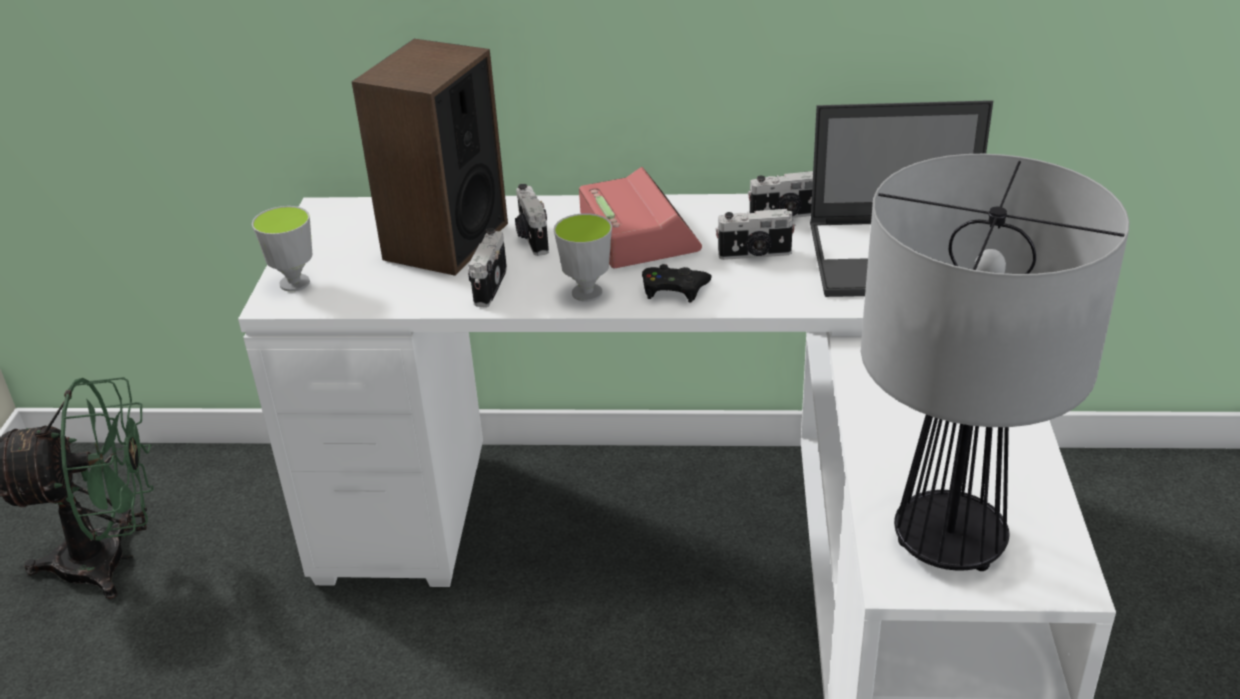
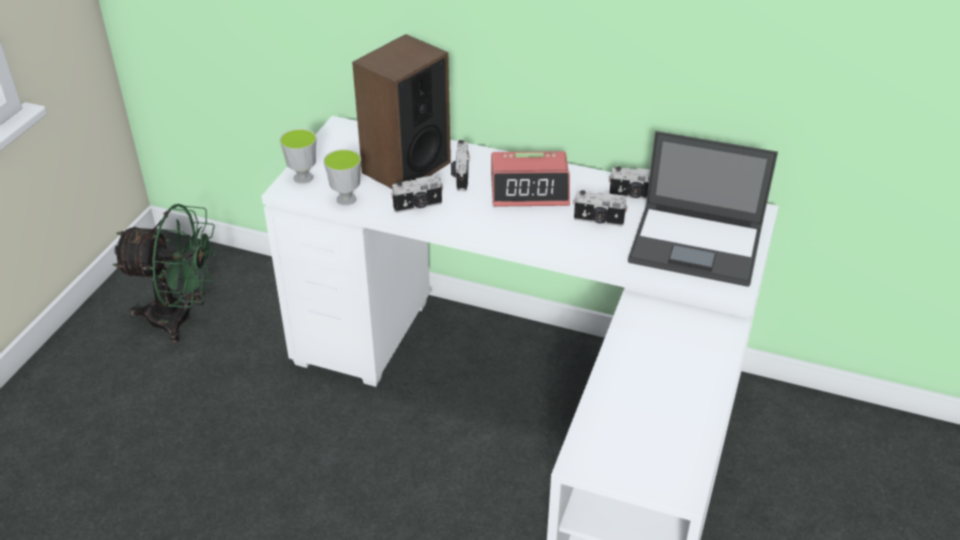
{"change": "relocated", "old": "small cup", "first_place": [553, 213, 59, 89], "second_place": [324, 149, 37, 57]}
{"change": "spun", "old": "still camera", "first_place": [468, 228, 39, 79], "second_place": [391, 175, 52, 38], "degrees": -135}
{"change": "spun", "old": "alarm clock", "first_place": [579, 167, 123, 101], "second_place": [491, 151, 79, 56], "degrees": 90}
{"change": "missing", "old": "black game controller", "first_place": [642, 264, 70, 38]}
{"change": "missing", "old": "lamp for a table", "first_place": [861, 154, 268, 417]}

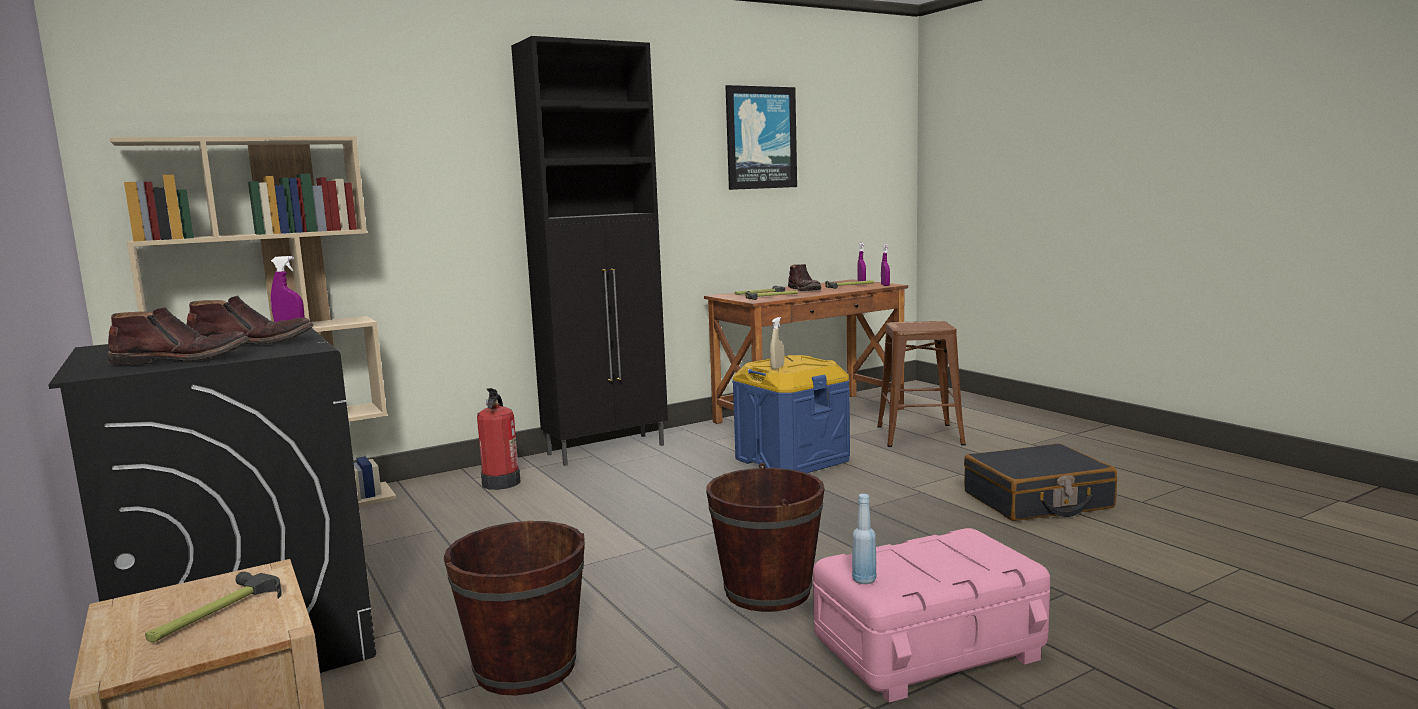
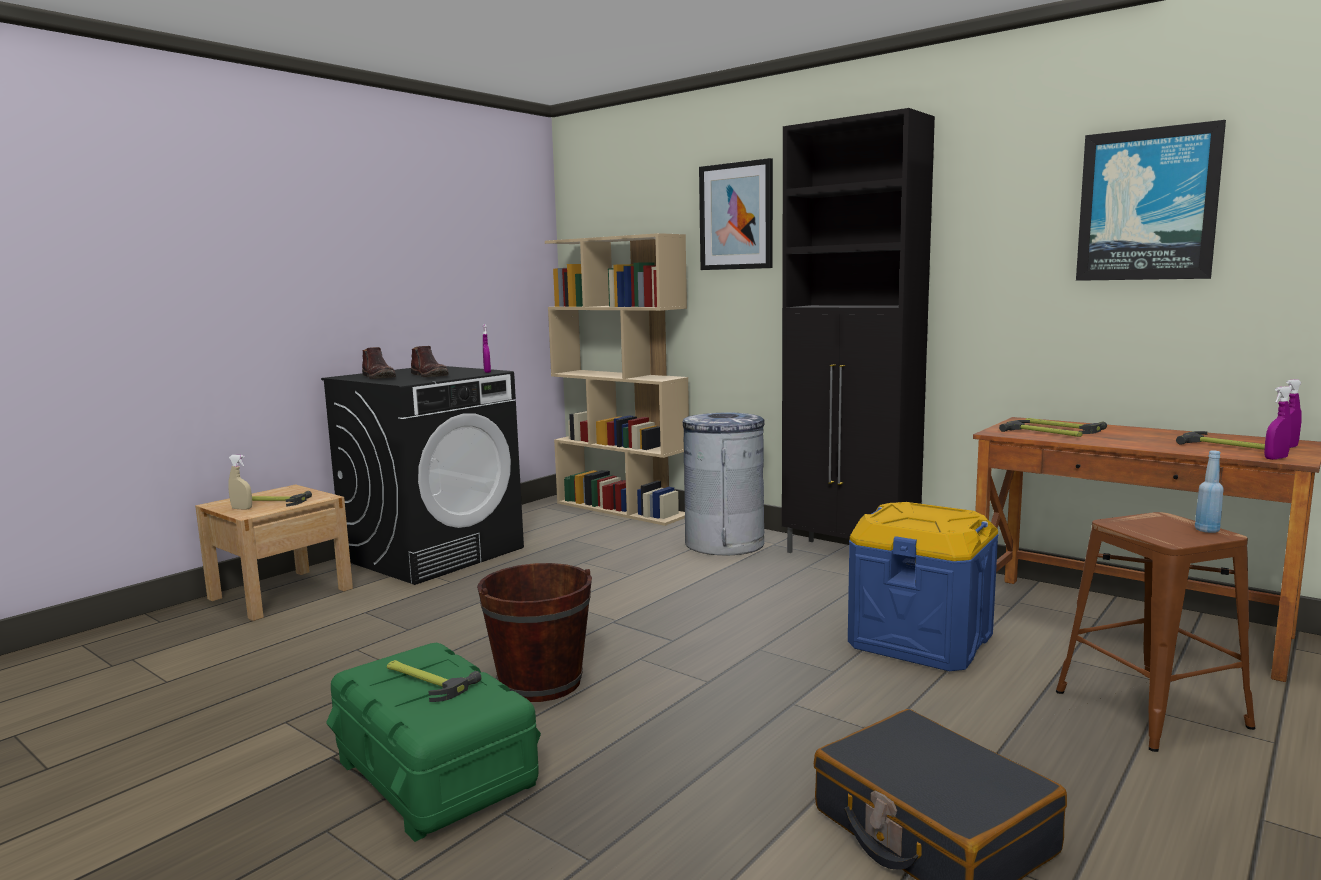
{"change": "relocated", "old": "beige-coloured spray bottle", "first_place": [770, 317, 14, 52], "second_place": [228, 455, 24, 55]}
{"change": "colour", "old": "pinkish storage box", "new": "greenish storage box", "first_place": [813, 528, 237, 175], "second_place": [326, 643, 215, 199]}
{"change": "appeared", "new": "hammer", "second_place": [387, 660, 94, 42]}
{"change": "exchanged", "old": "fire-fighting cylinder", "new": "grey waste bin", "first_place": [477, 388, 44, 102], "second_place": [683, 412, 82, 143]}
{"change": "appeared", "new": "picture", "second_place": [699, 158, 74, 112]}
{"change": "relocated", "old": "bluish drink bottle", "first_place": [852, 494, 24, 90], "second_place": [1195, 450, 29, 83]}
{"change": "missing", "old": "brownish water bucket", "first_place": [444, 521, 141, 175]}
{"change": "missing", "old": "brownish boot", "first_place": [788, 264, 33, 27]}

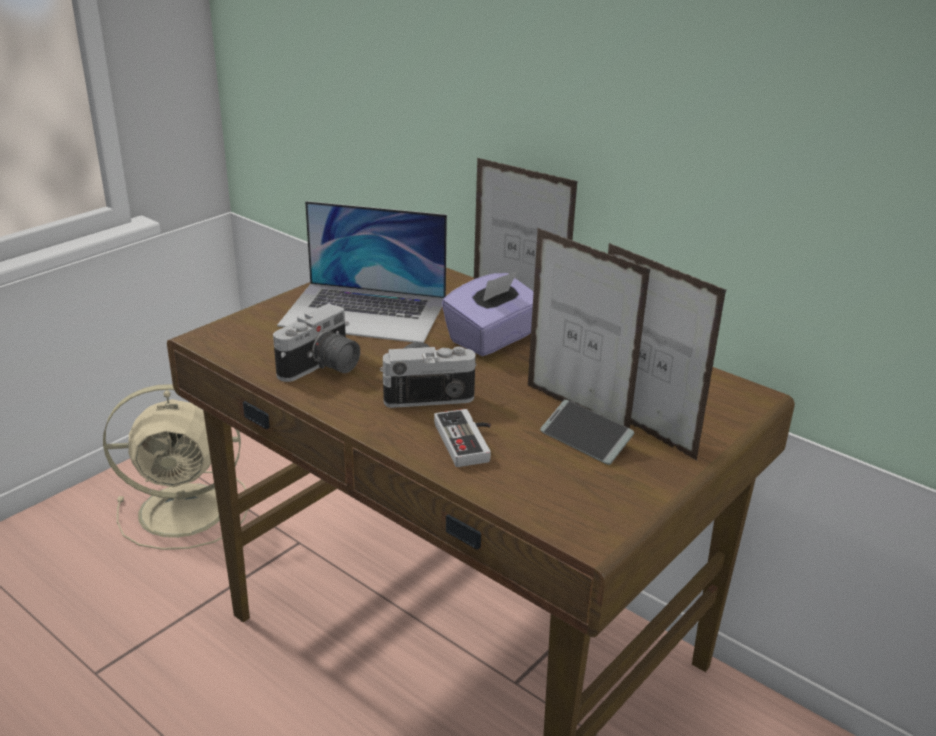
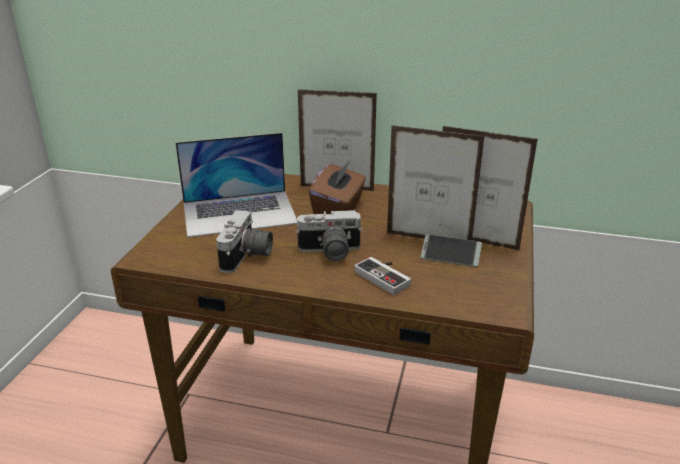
{"change": "spun", "old": "still camera", "first_place": [380, 342, 96, 66], "second_place": [296, 210, 67, 51], "degrees": -150}
{"change": "colour", "old": "purple box of tissues", "new": "brownish box of tissues", "first_place": [442, 271, 92, 85], "second_place": [309, 161, 57, 53]}
{"change": "missing", "old": "beige-coloured electric fan", "first_place": [103, 384, 145, 166]}

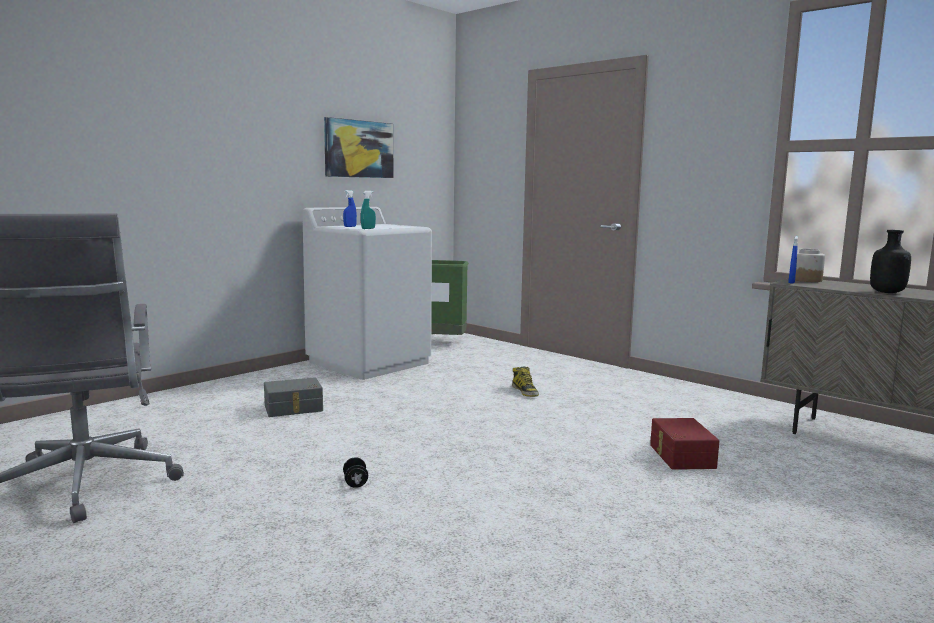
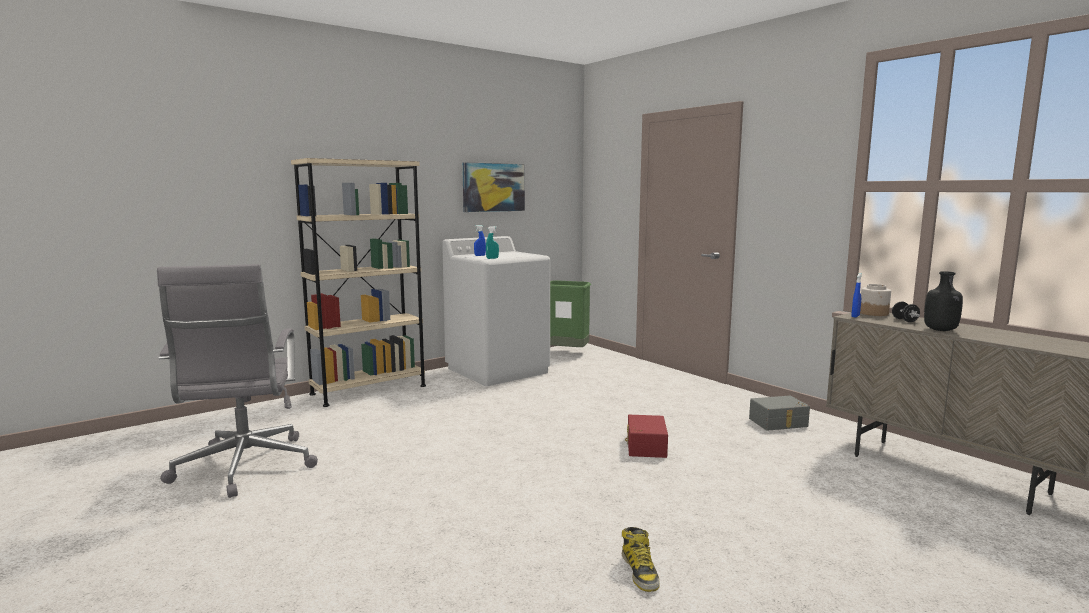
{"change": "appeared", "new": "beige-coloured bookcase", "second_place": [291, 158, 135, 249]}
{"change": "relocated", "old": "boot", "first_place": [512, 366, 27, 31], "second_place": [622, 527, 37, 65]}
{"change": "relocated", "old": "red storage box", "first_place": [650, 418, 69, 52], "second_place": [625, 415, 43, 43]}
{"change": "relocated", "old": "grey storage box", "first_place": [264, 377, 59, 40], "second_place": [749, 396, 61, 35]}
{"change": "relocated", "old": "black dumbbell", "first_place": [343, 457, 25, 31], "second_place": [892, 302, 28, 20]}

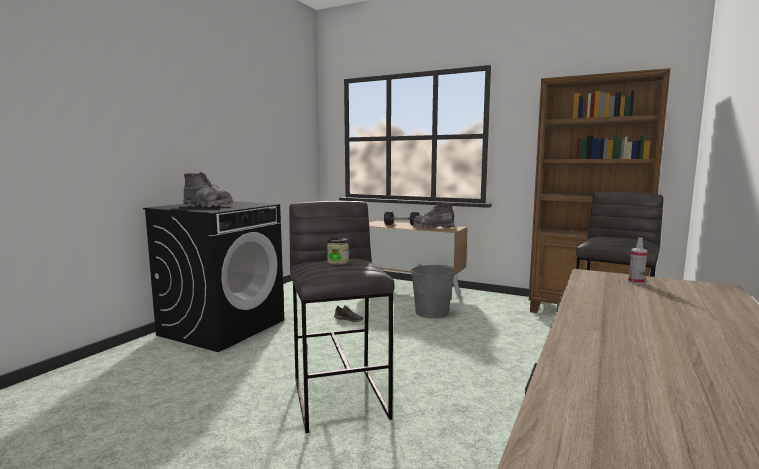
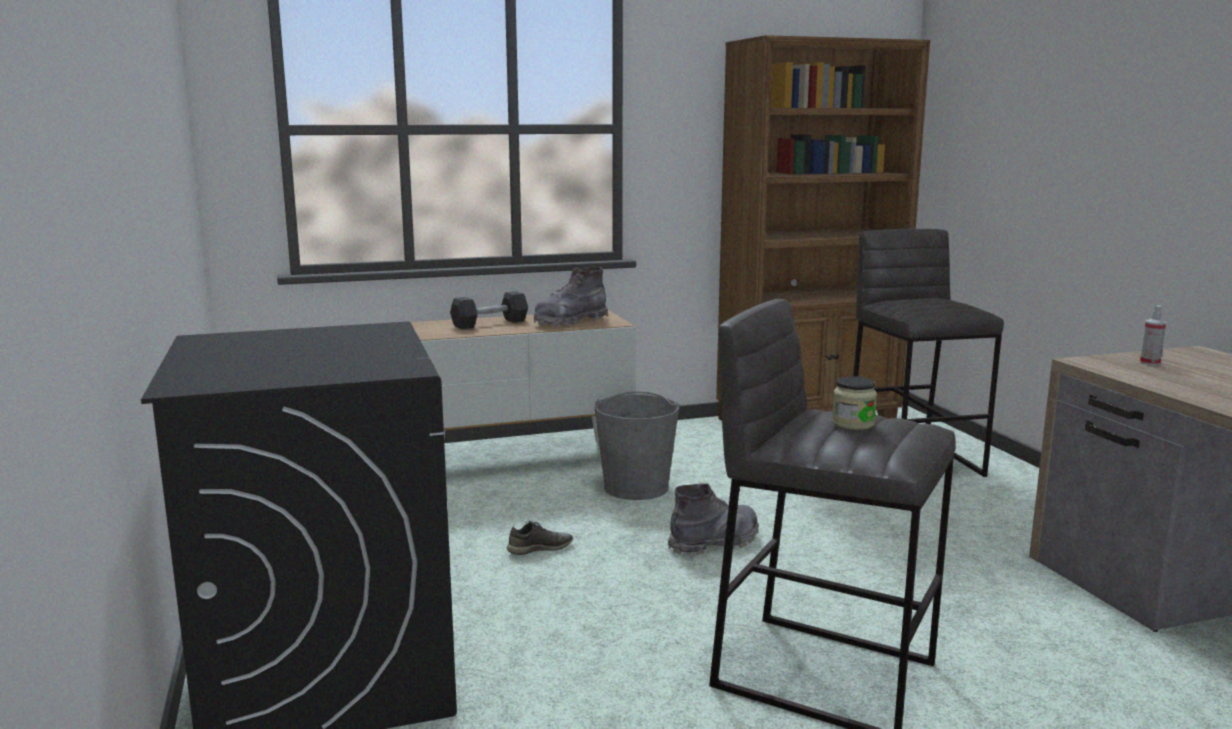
{"change": "relocated", "old": "grey boot", "first_place": [183, 172, 50, 35], "second_place": [668, 483, 91, 72]}

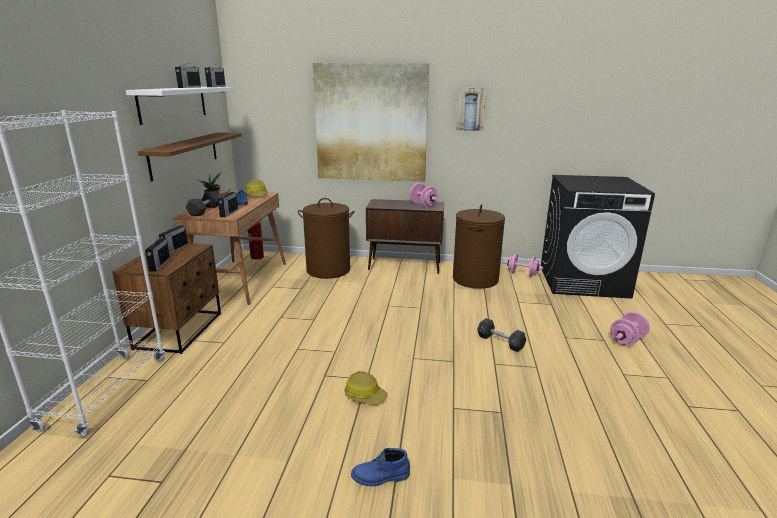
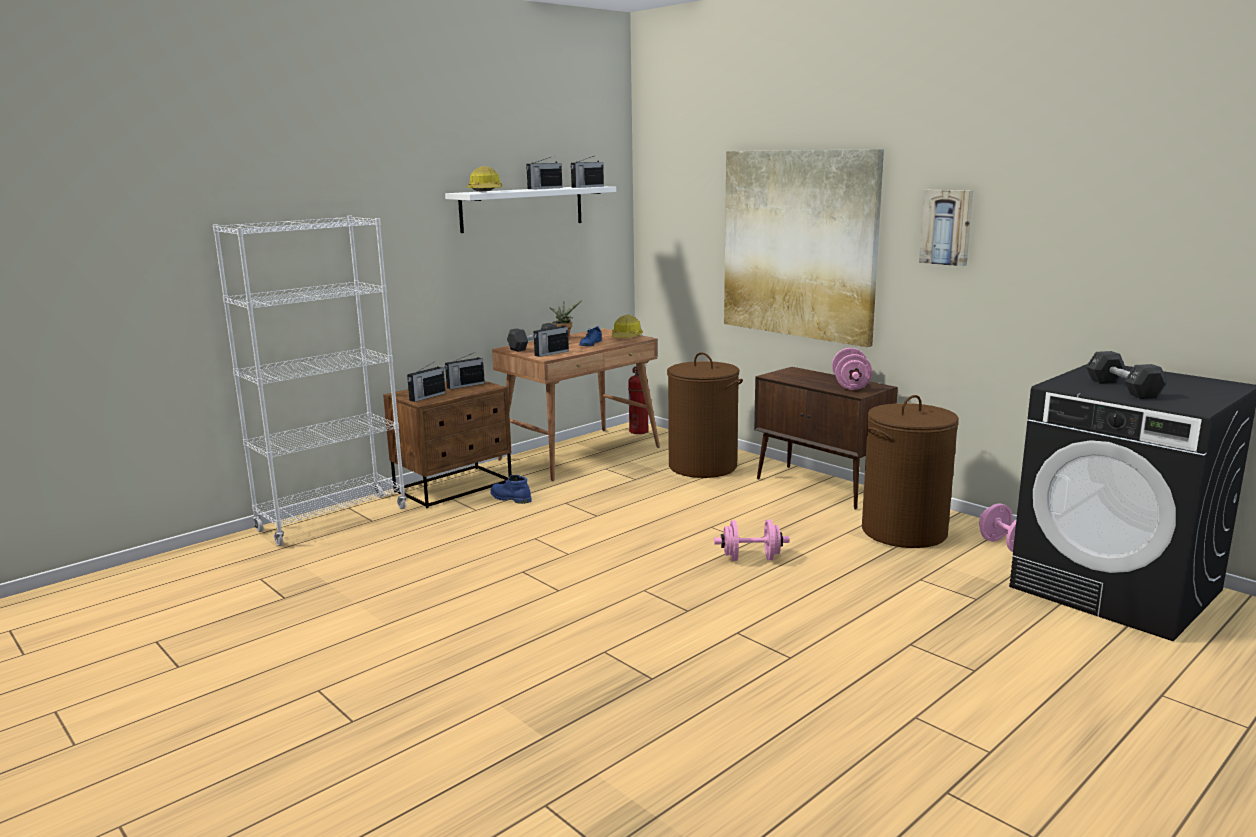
{"change": "relocated", "old": "work helmet", "first_place": [344, 371, 44, 34], "second_place": [467, 166, 35, 25]}
{"change": "relocated", "old": "bluish boot", "first_place": [351, 448, 59, 39], "second_place": [490, 475, 42, 29]}
{"change": "relocated", "old": "pinkish dumbbell", "first_place": [610, 312, 40, 34], "second_place": [714, 520, 76, 41]}
{"change": "relocated", "old": "black dumbbell", "first_place": [478, 318, 48, 34], "second_place": [1086, 351, 81, 48]}
{"change": "missing", "old": "brownish bracket shelf", "first_place": [138, 132, 104, 50]}

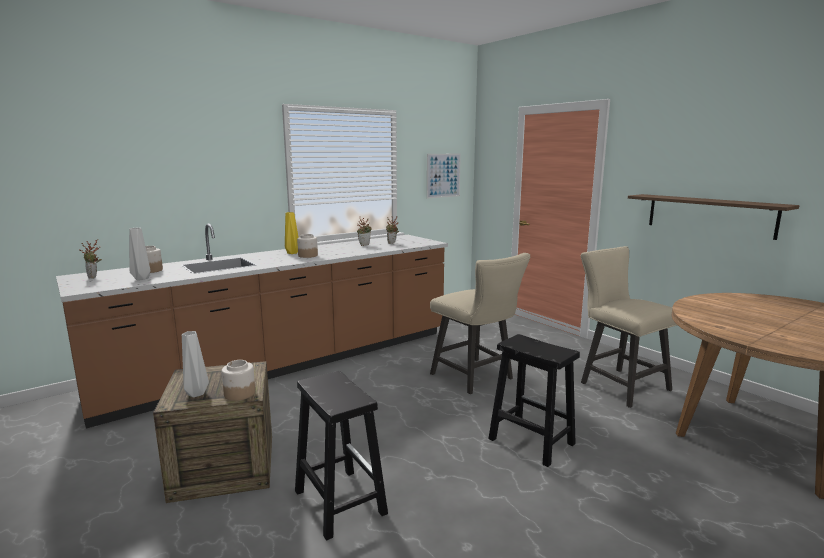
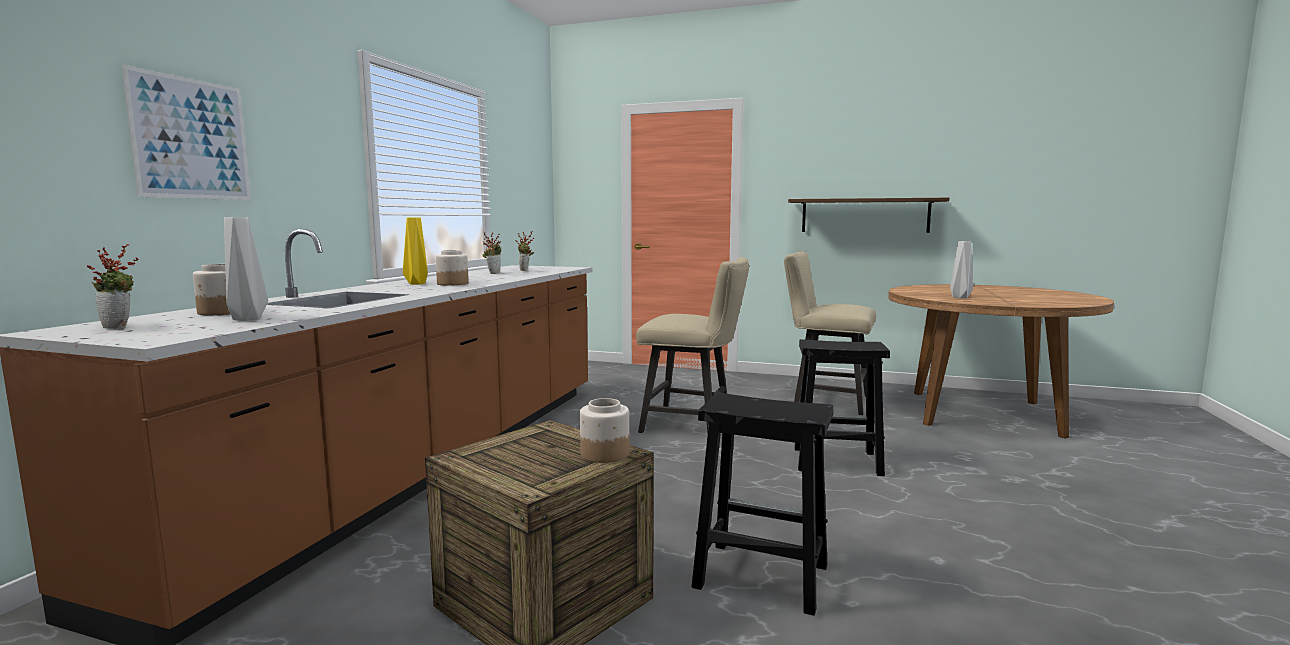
{"change": "relocated", "old": "picture", "first_place": [427, 154, 34, 45], "second_place": [121, 64, 130, 136]}
{"change": "relocated", "old": "grey vase", "first_place": [182, 331, 27, 66], "second_place": [950, 241, 23, 58]}

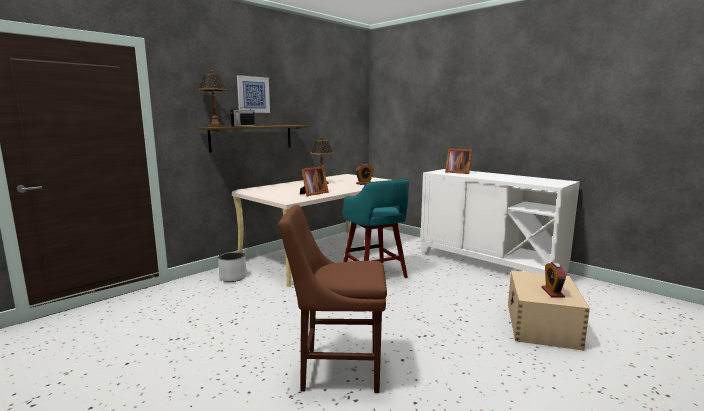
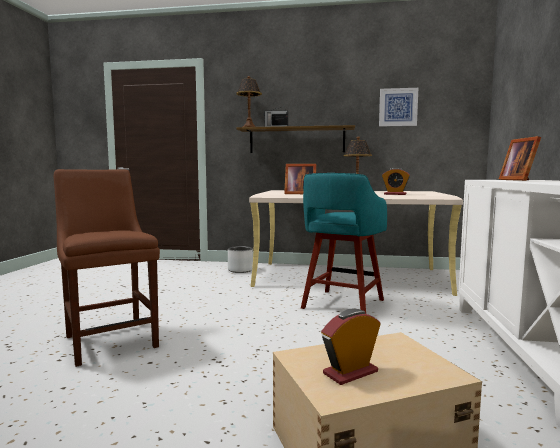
{"change": "relocated", "old": "picture", "first_place": [237, 75, 33, 38], "second_place": [379, 88, 39, 39]}

